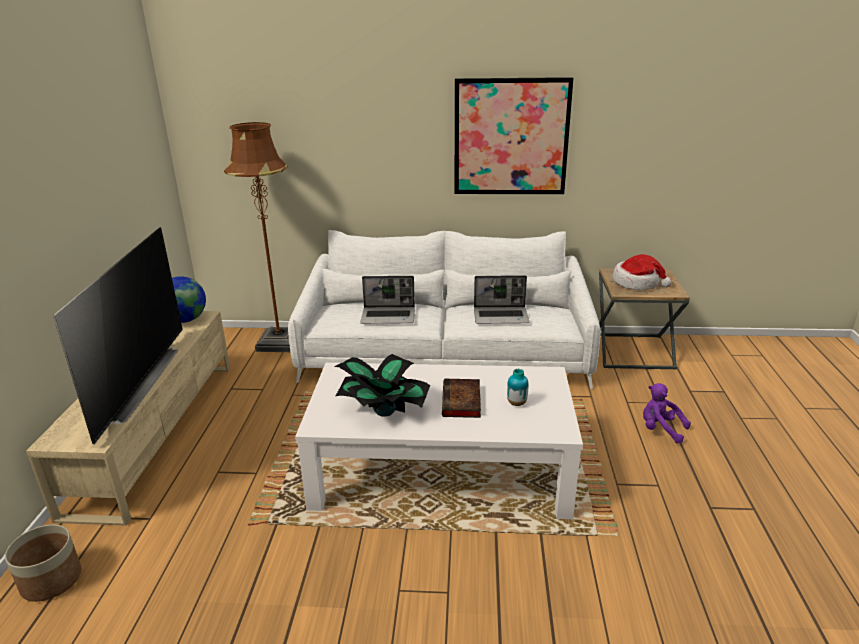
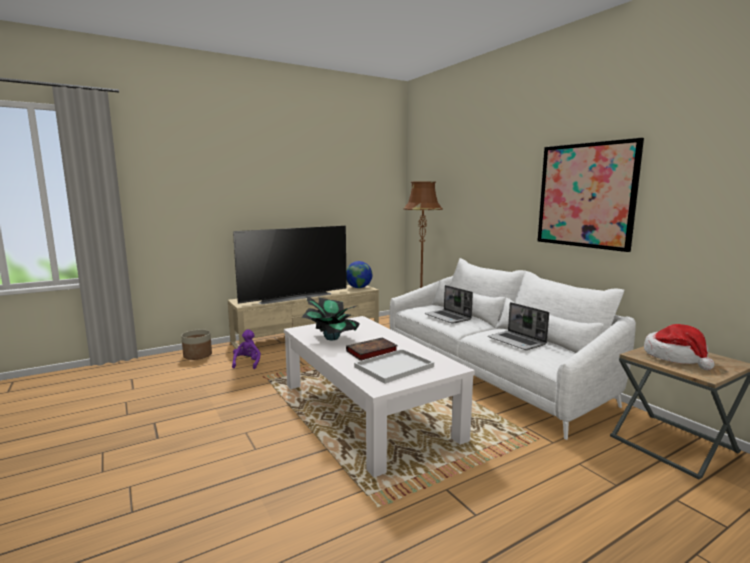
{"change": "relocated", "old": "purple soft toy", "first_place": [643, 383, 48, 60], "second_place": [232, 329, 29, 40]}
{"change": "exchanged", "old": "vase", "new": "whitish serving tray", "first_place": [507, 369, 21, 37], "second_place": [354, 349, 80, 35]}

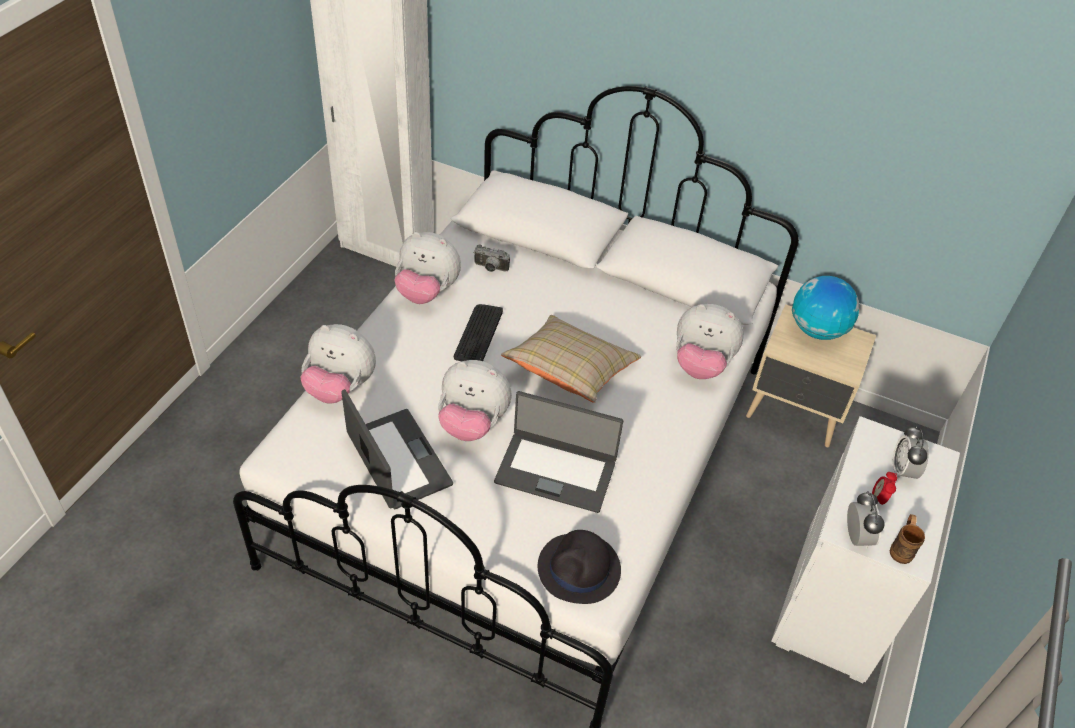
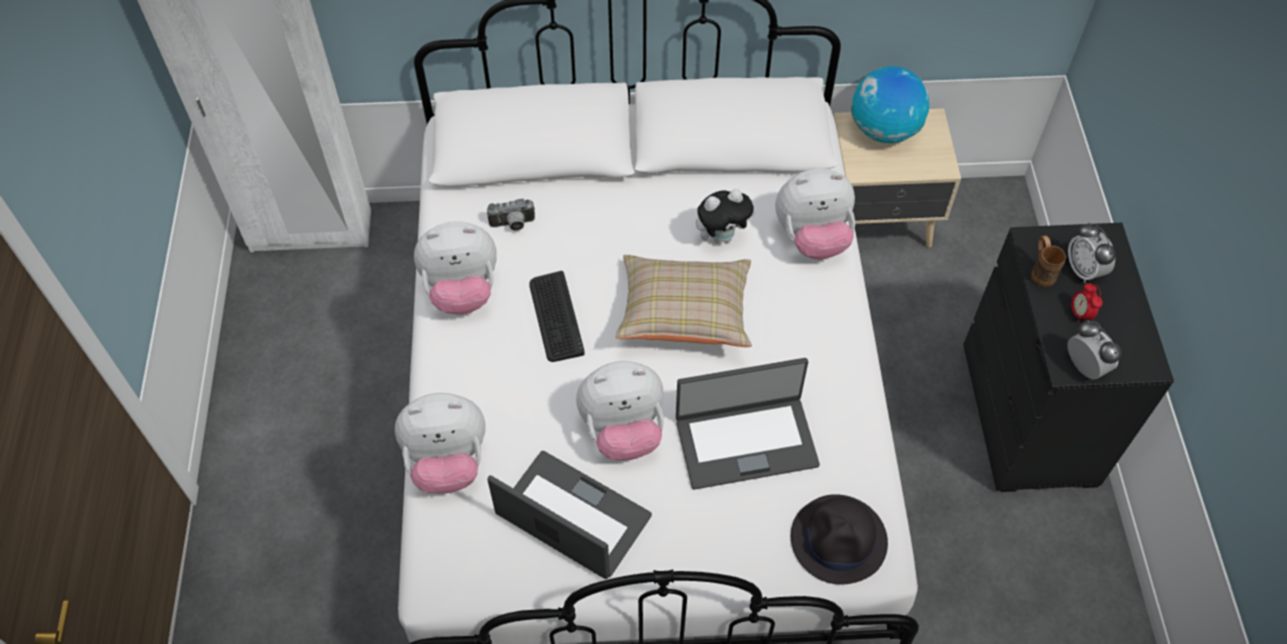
{"change": "appeared", "new": "soft toy", "second_place": [696, 189, 60, 55]}
{"change": "colour", "old": "whitish dresser", "new": "black dresser", "first_place": [771, 416, 189, 267], "second_place": [963, 223, 211, 269]}
{"change": "relocated", "old": "brownish mug", "first_place": [890, 514, 35, 50], "second_place": [1031, 235, 35, 52]}

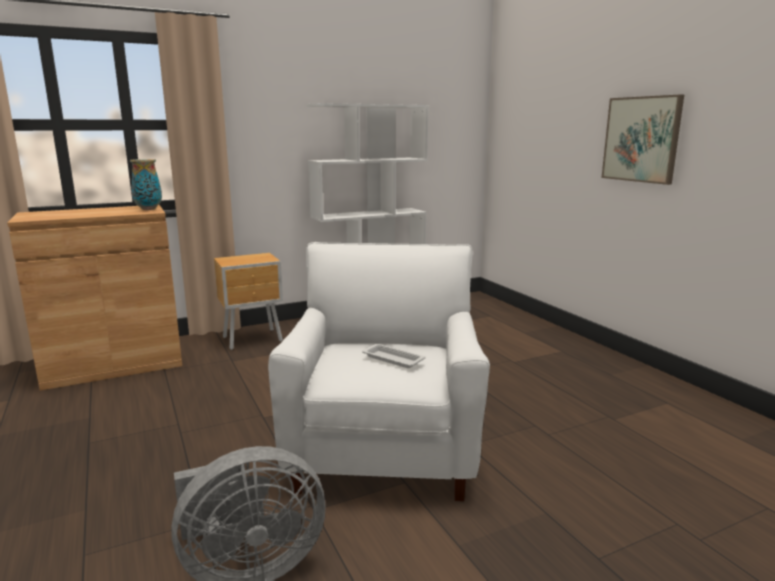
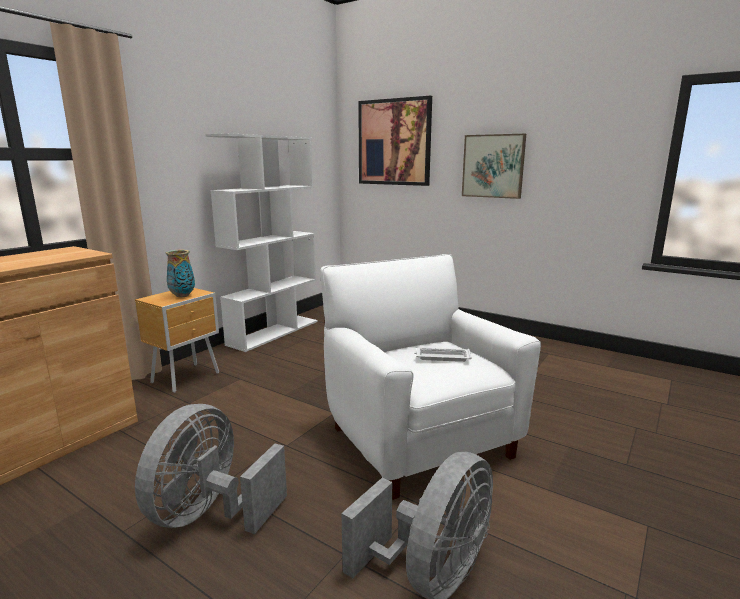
{"change": "appeared", "new": "grey electric fan", "second_place": [135, 404, 152, 130]}
{"change": "relocated", "old": "vase", "first_place": [130, 159, 32, 51], "second_place": [165, 250, 30, 47]}
{"change": "appeared", "new": "picture", "second_place": [358, 96, 74, 90]}

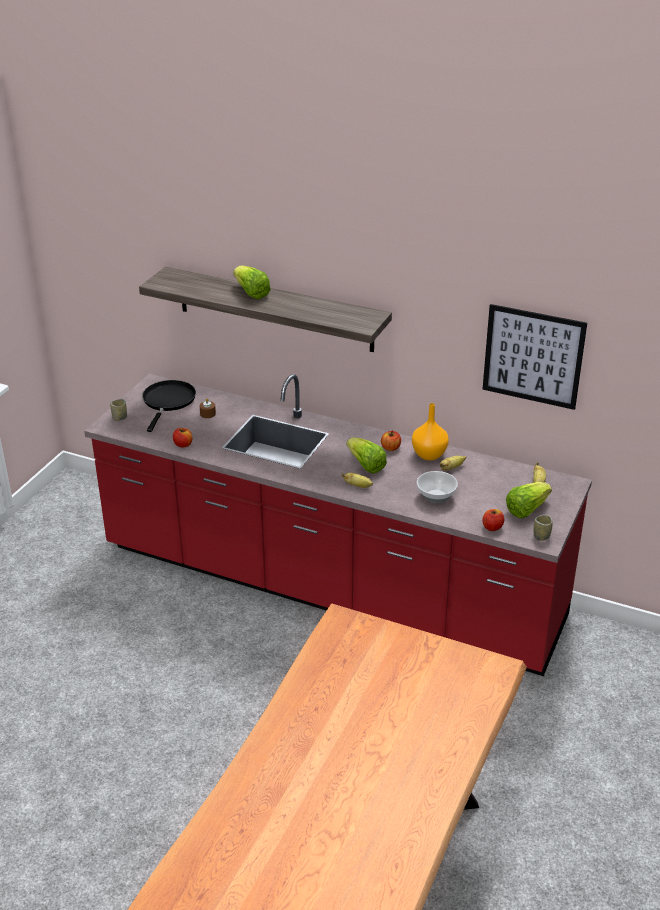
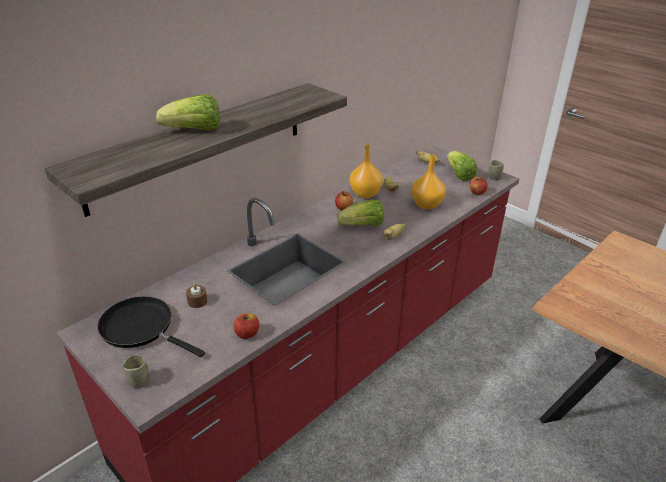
{"change": "exchanged", "old": "serving bowl", "new": "orangey vase", "first_place": [417, 471, 41, 32], "second_place": [411, 154, 35, 56]}
{"change": "missing", "old": "picture", "first_place": [483, 304, 104, 106]}

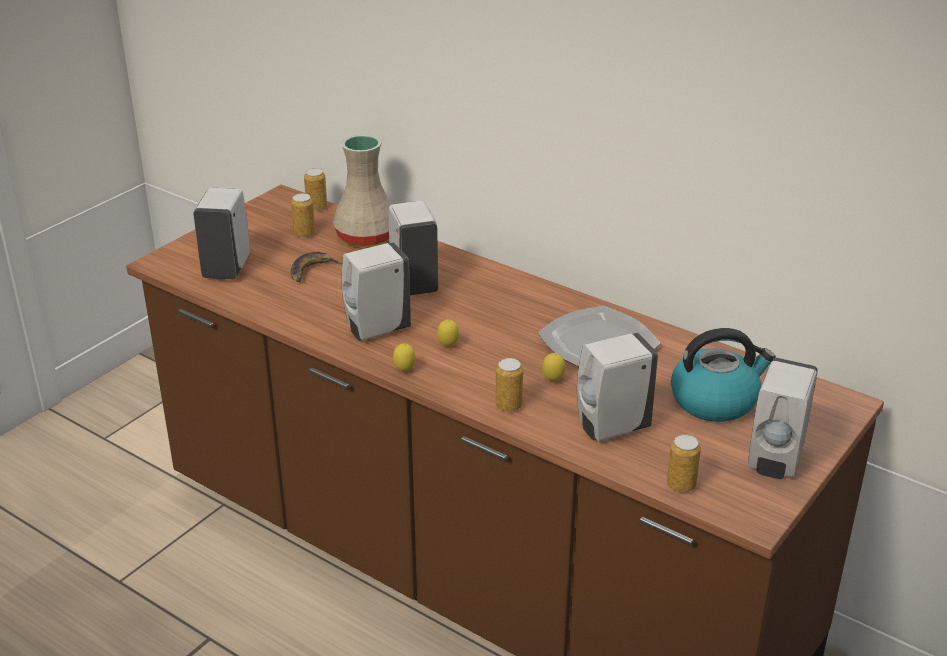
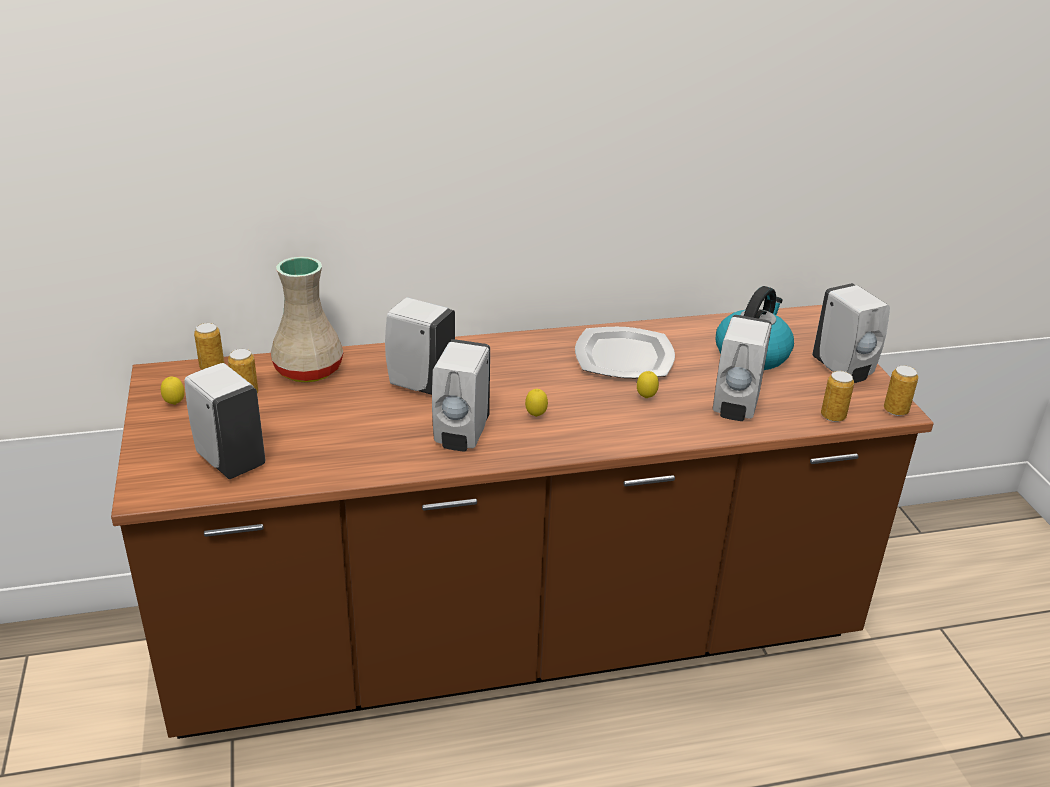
{"change": "relocated", "old": "whole lemon", "first_place": [393, 343, 23, 28], "second_place": [161, 376, 24, 29]}
{"change": "relocated", "old": "metal can", "first_place": [495, 358, 28, 54], "second_place": [884, 365, 34, 51]}
{"change": "missing", "old": "banana", "first_place": [290, 252, 52, 30]}

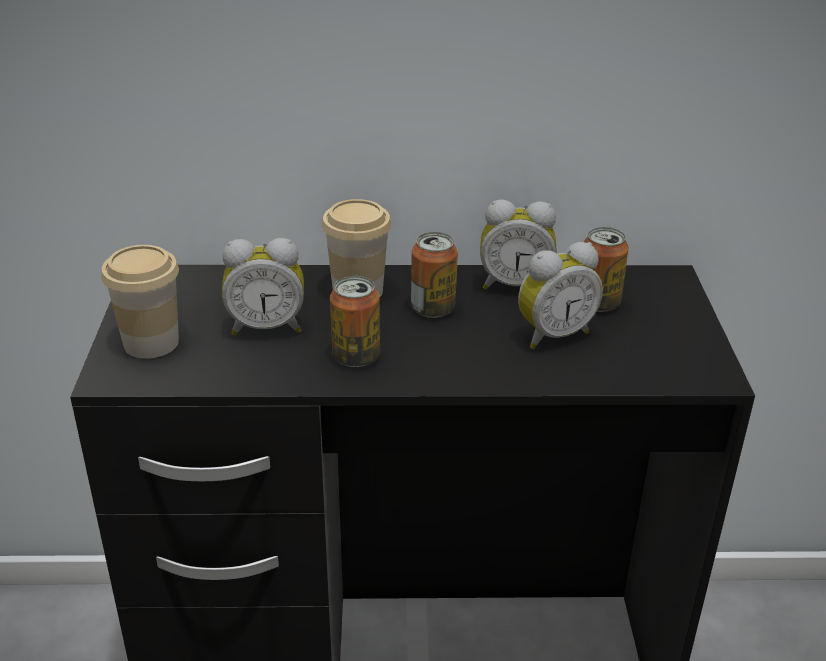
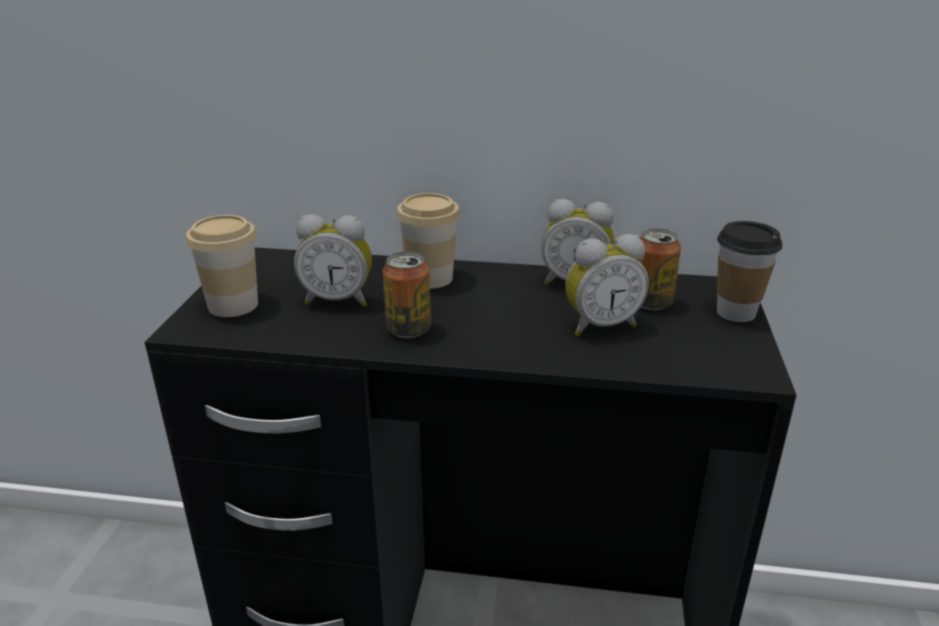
{"change": "appeared", "new": "small cup", "second_place": [717, 221, 65, 101]}
{"change": "missing", "old": "metal can", "first_place": [411, 232, 47, 86]}

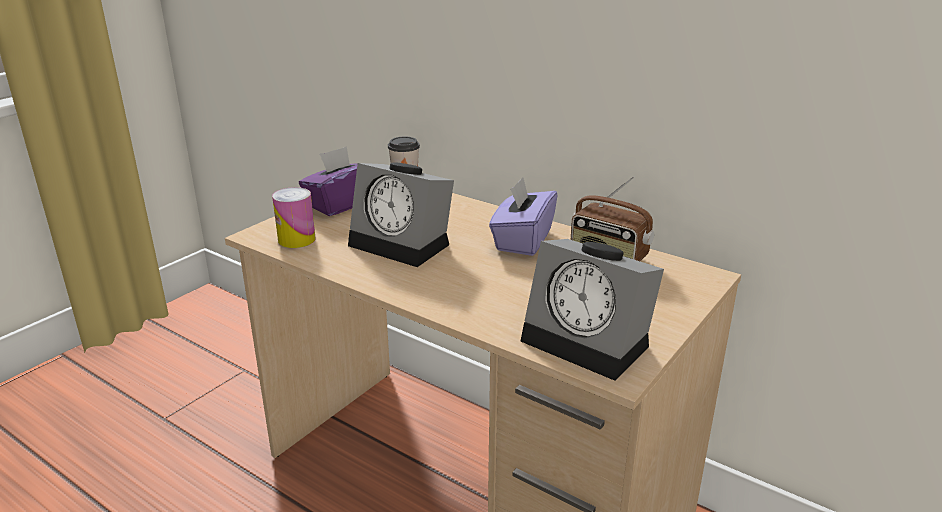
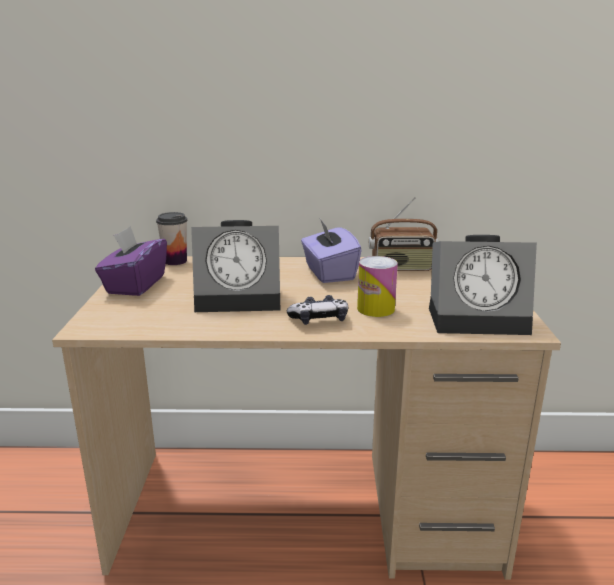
{"change": "appeared", "new": "game controller", "second_place": [287, 295, 61, 30]}
{"change": "relocated", "old": "metal can", "first_place": [272, 187, 44, 61], "second_place": [357, 256, 41, 61]}

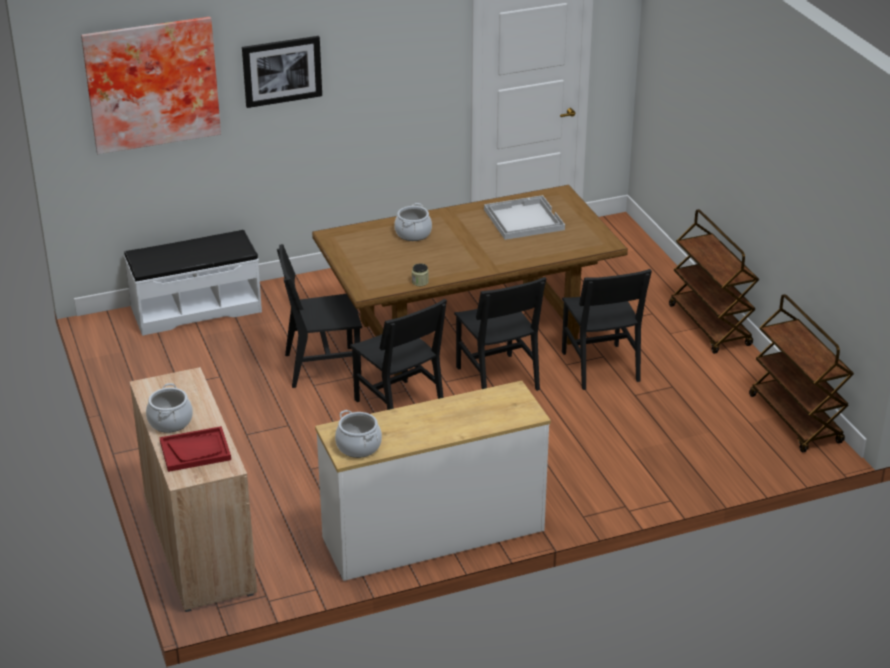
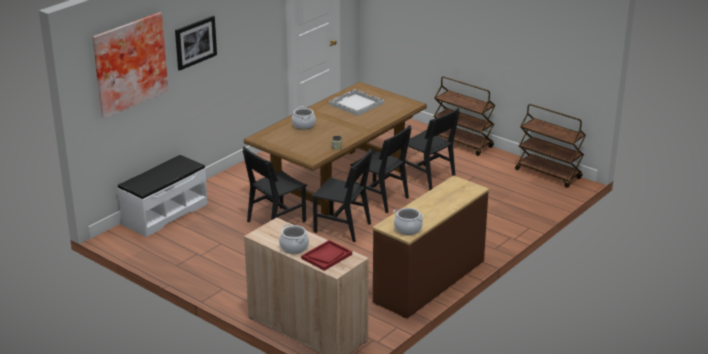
{"change": "colour", "old": "whitish dresser", "new": "brownish dresser", "first_place": [315, 381, 236, 200], "second_place": [372, 175, 117, 144]}

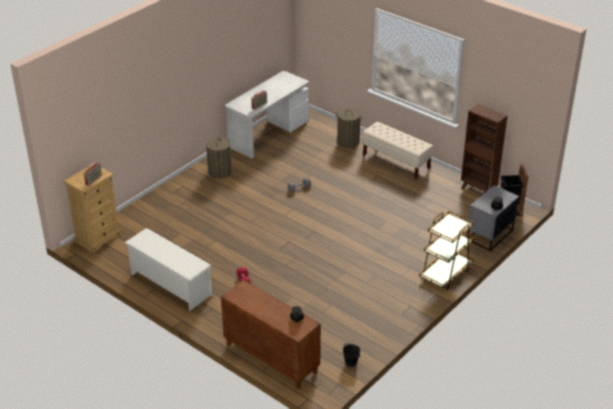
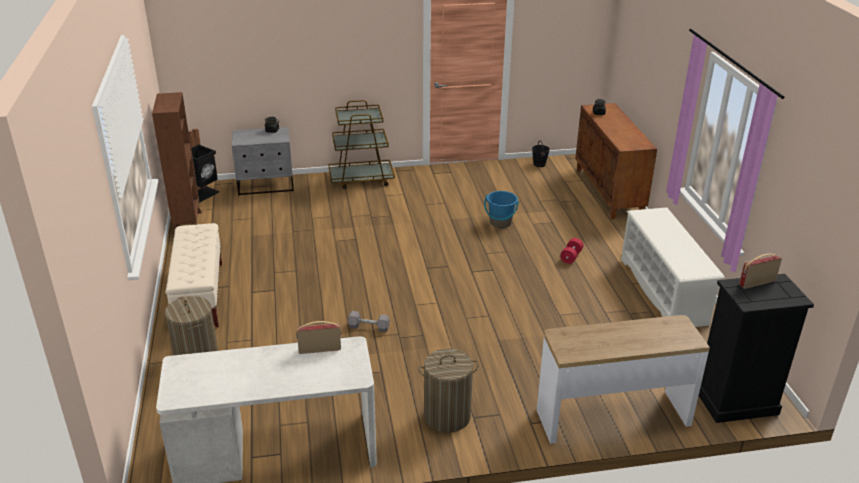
{"change": "appeared", "new": "bluish water bucket", "second_place": [484, 191, 35, 37]}
{"change": "appeared", "new": "hall table", "second_place": [537, 315, 173, 129]}
{"change": "colour", "old": "beige-coloured dresser", "new": "black dresser", "first_place": [64, 164, 57, 89], "second_place": [699, 274, 115, 149]}

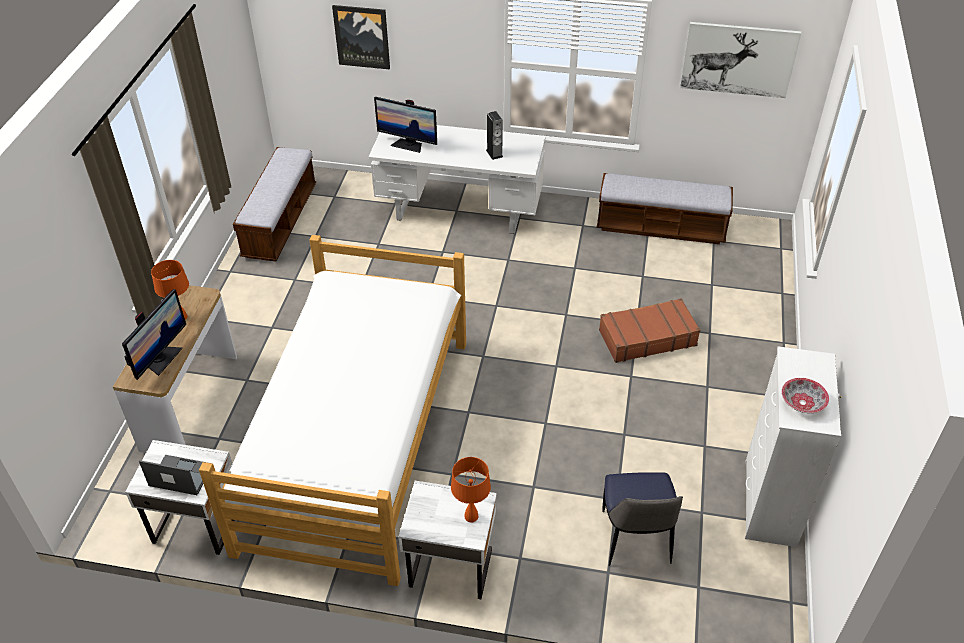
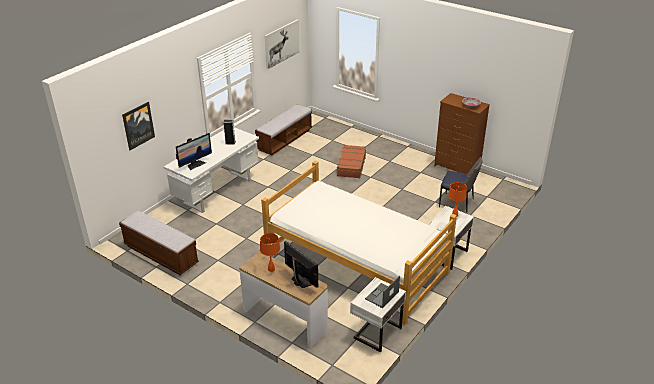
{"change": "colour", "old": "whitish dresser", "new": "brownish dresser", "first_place": [745, 346, 96, 201], "second_place": [434, 93, 56, 82]}

